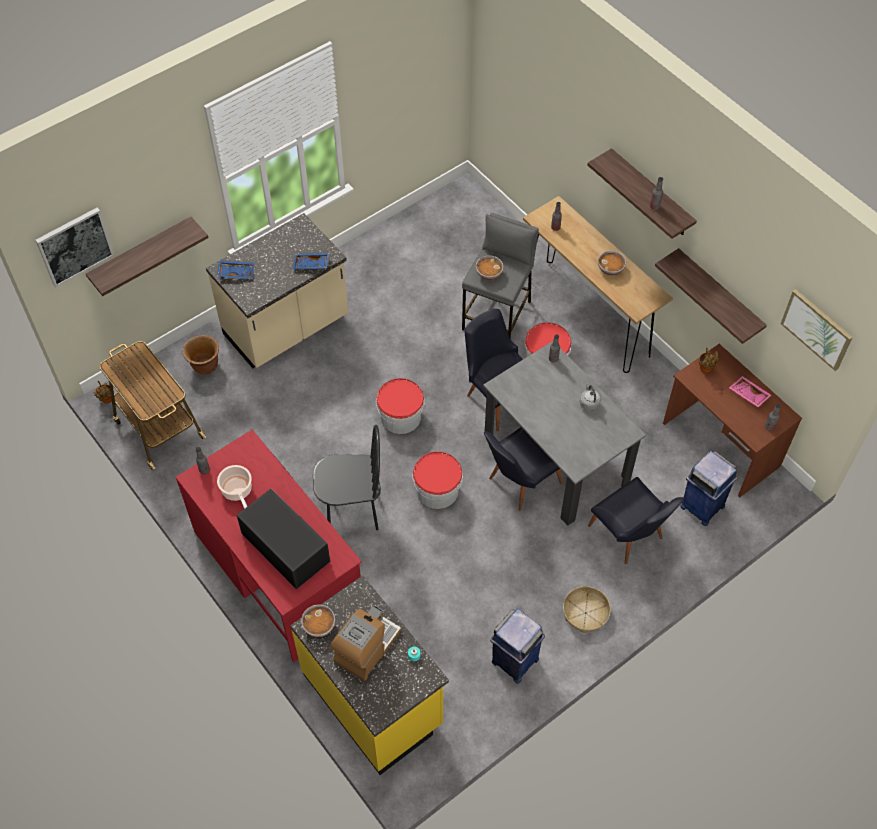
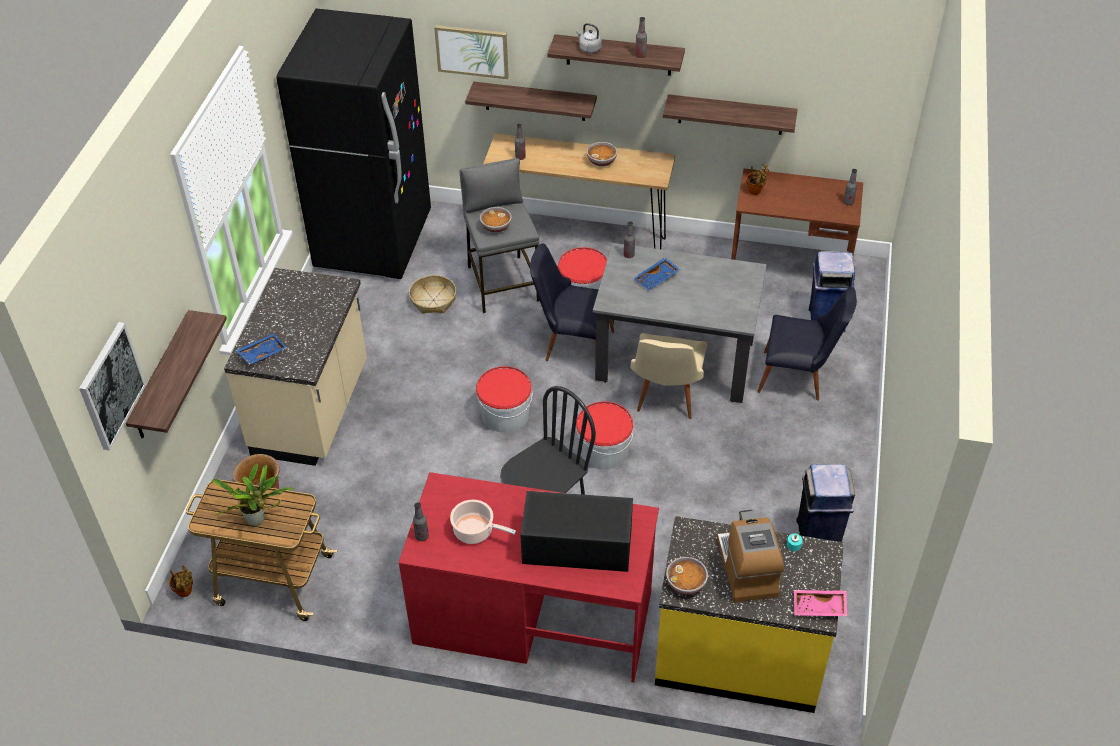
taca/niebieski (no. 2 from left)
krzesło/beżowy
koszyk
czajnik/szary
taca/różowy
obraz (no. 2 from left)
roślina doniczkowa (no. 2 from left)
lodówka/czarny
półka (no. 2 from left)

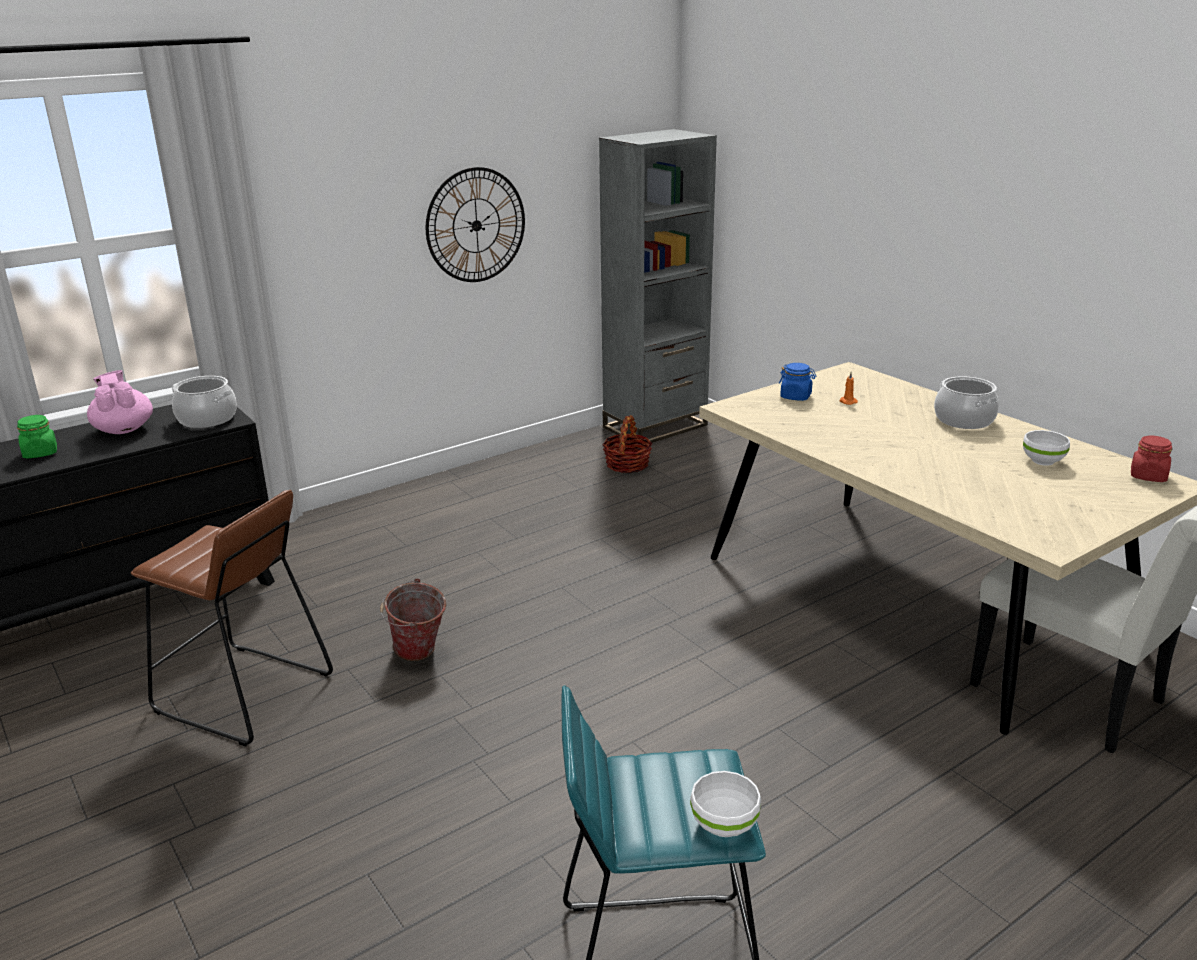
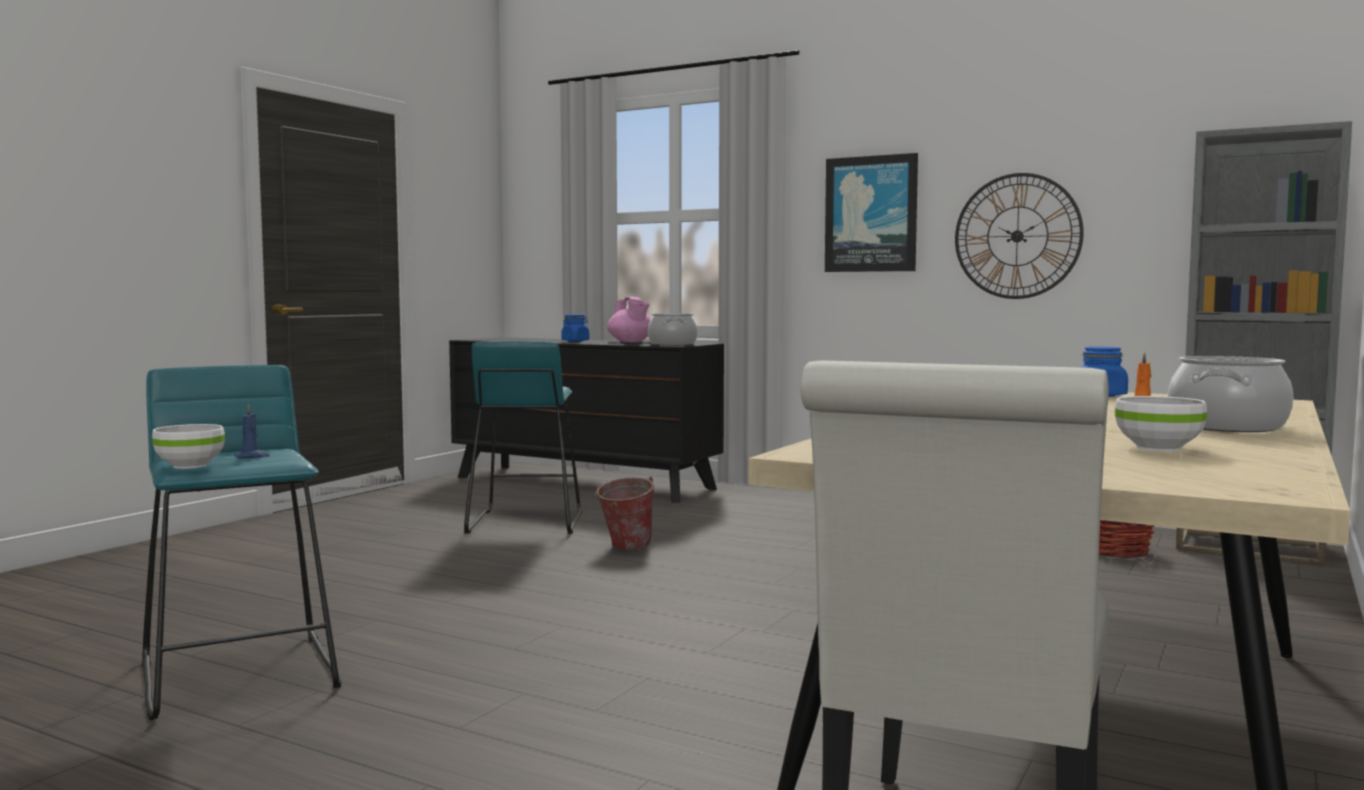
słoik/niebieski (no. 1 from left)
imbryk/różowy
stołek/turkusowy (no. 2 from left)
słoik/czerwony
świeca/niebieski
obraz

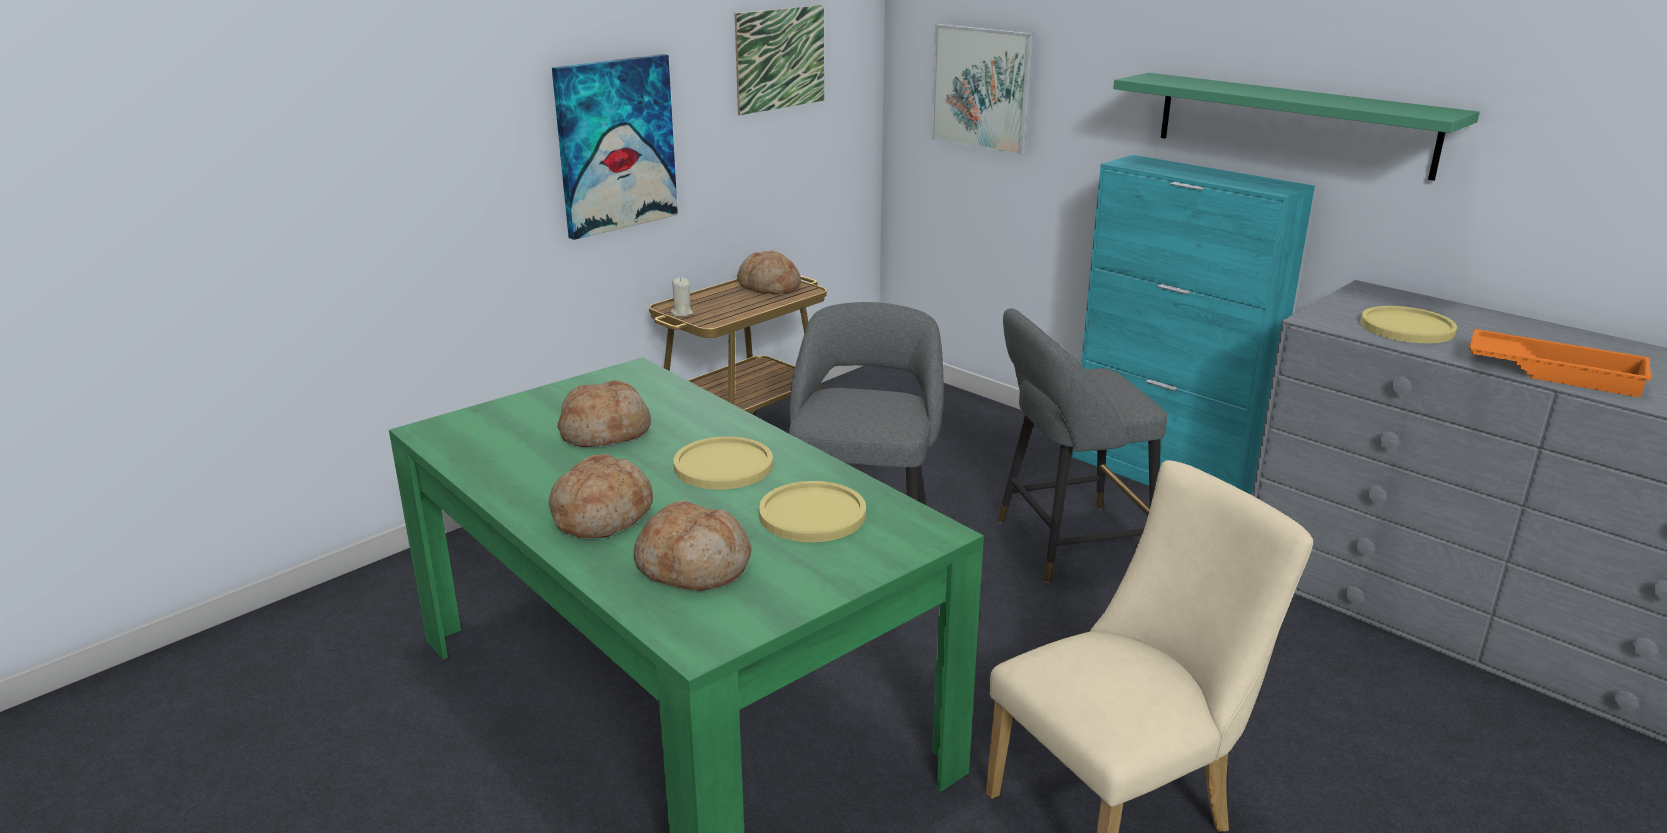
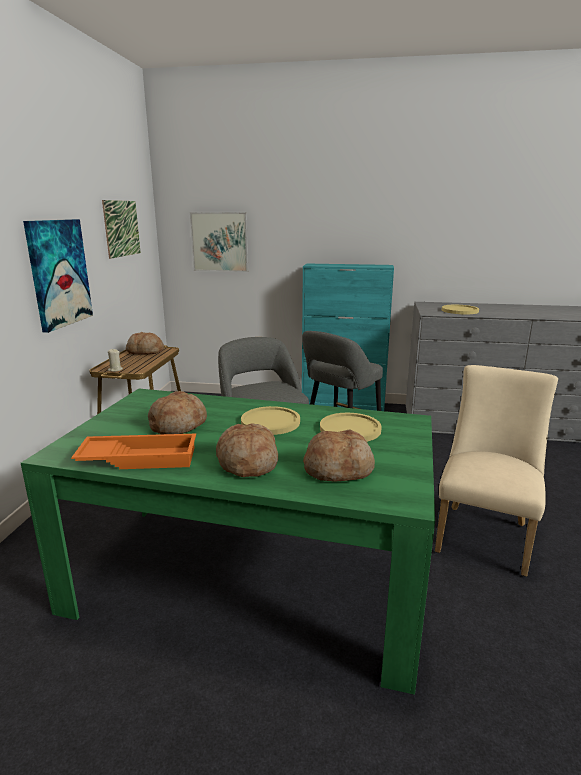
półka/zielony
taca/pomarańczowy

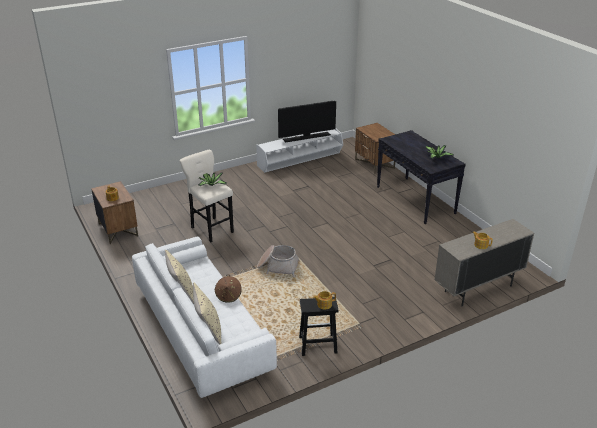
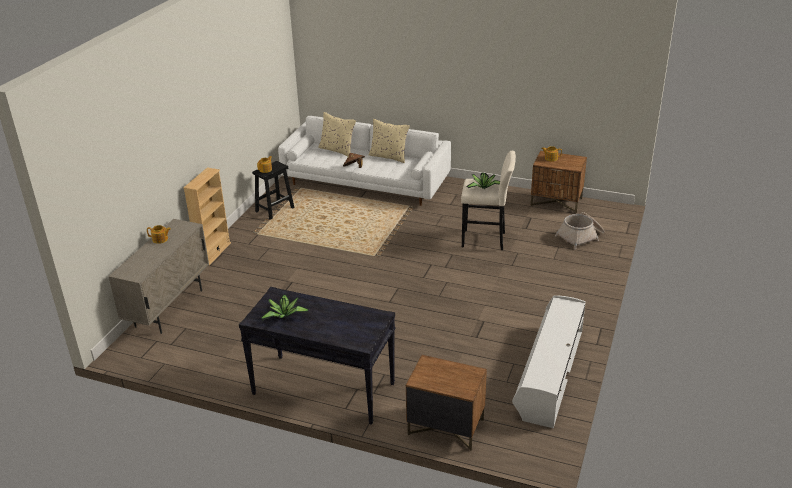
koszyk
telewizor
regał/beżowy

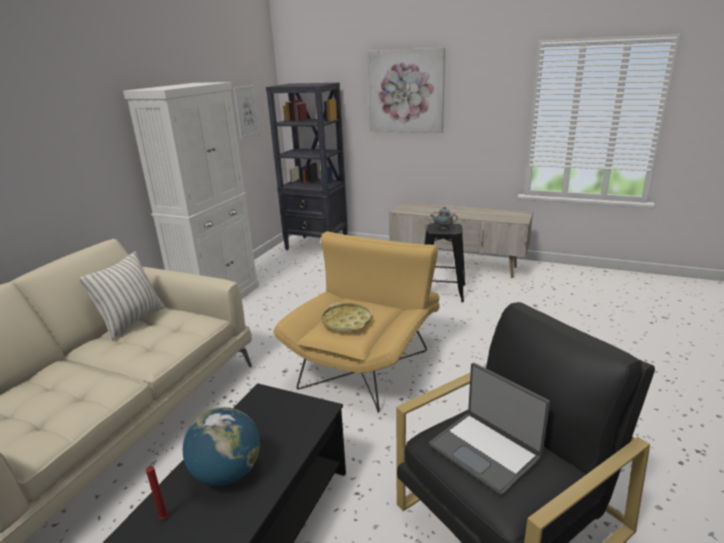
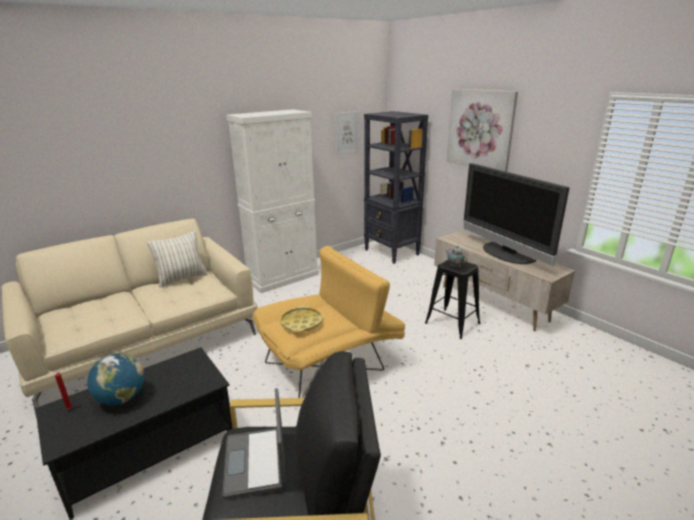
telewizor

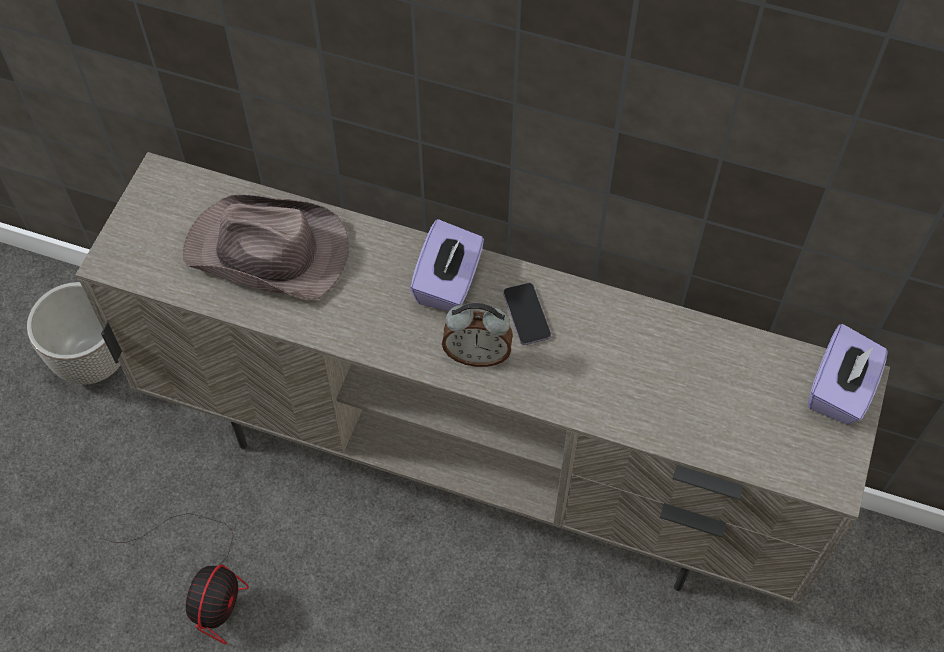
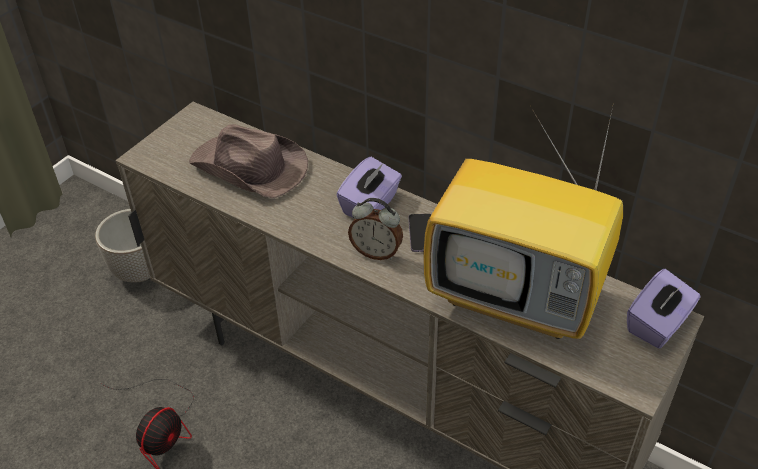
telewizor

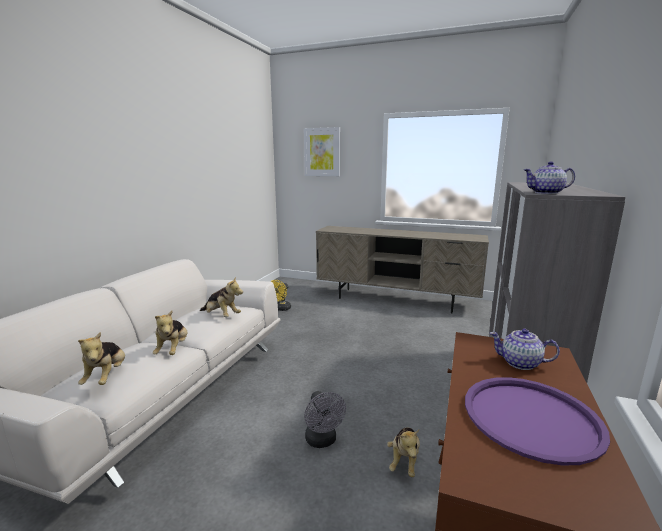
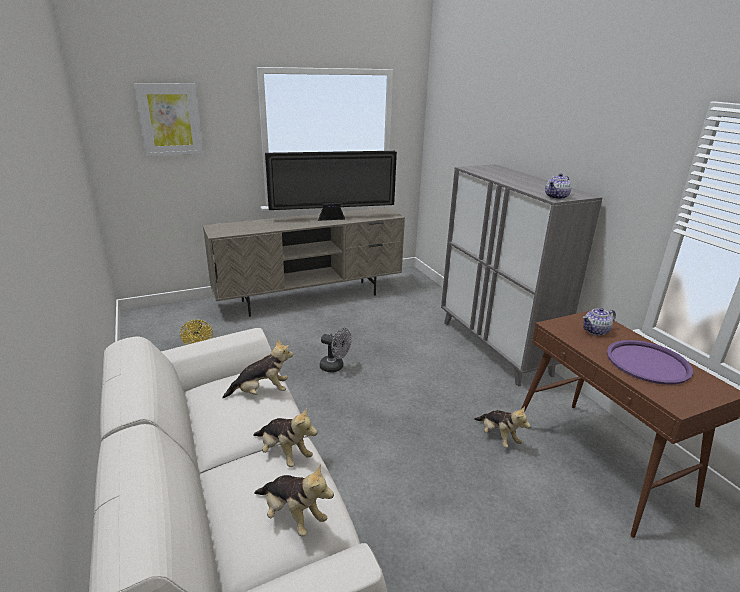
wentylator/szary
telewizor

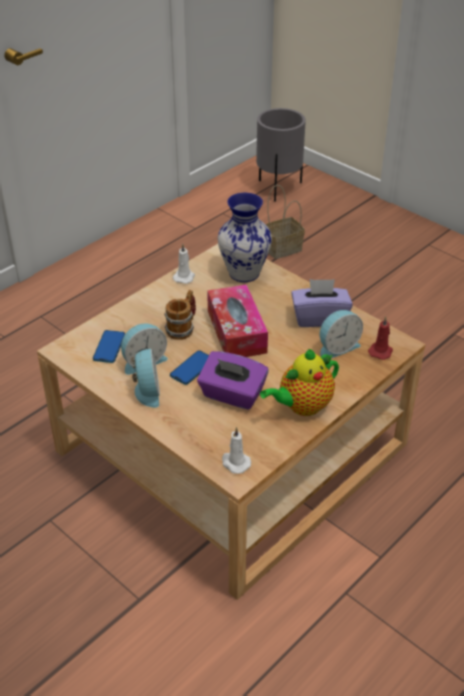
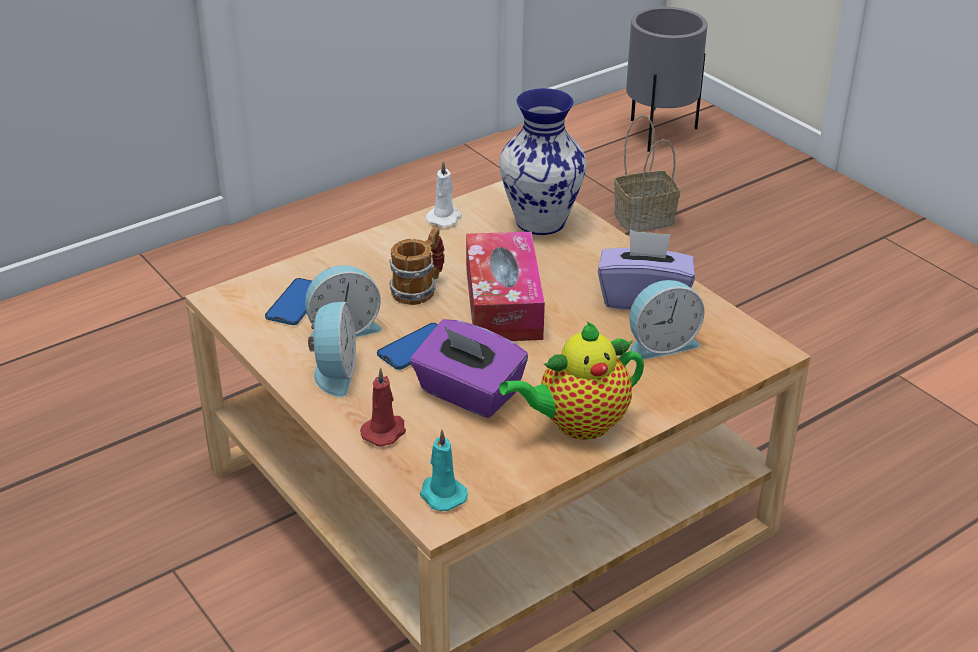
świeca/turkusowy
świeca/czerwony

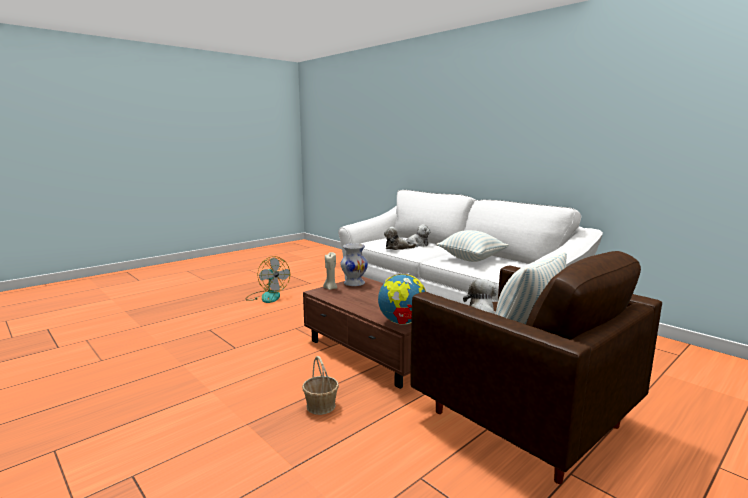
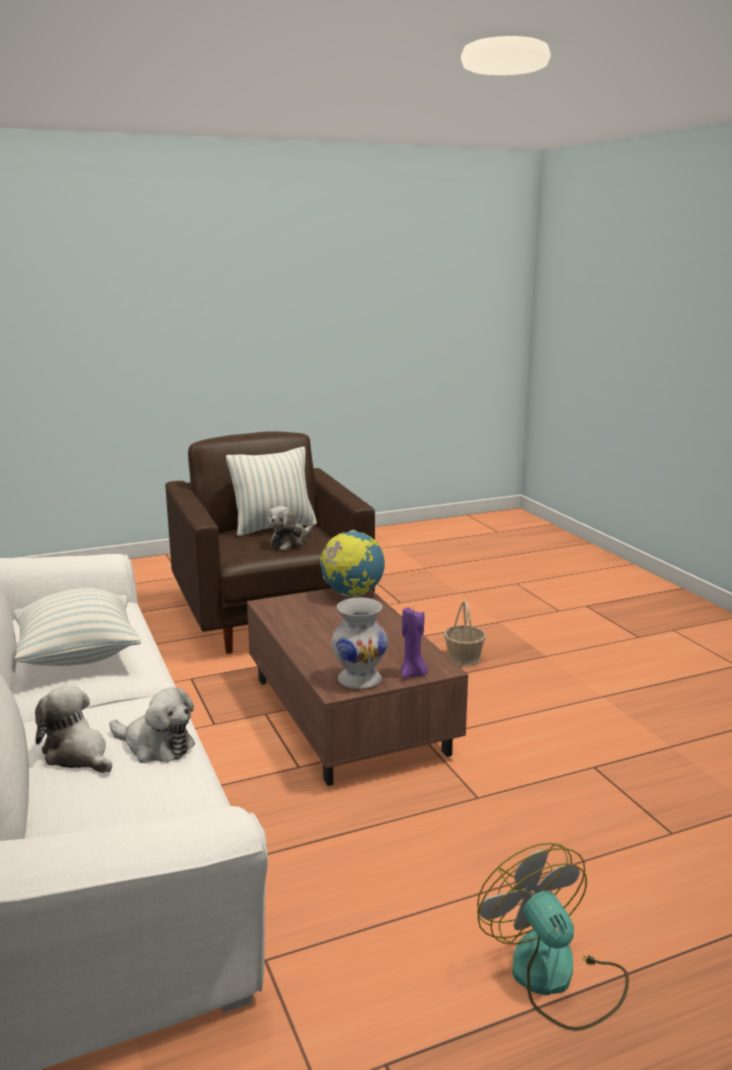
świeca/fioletowy

